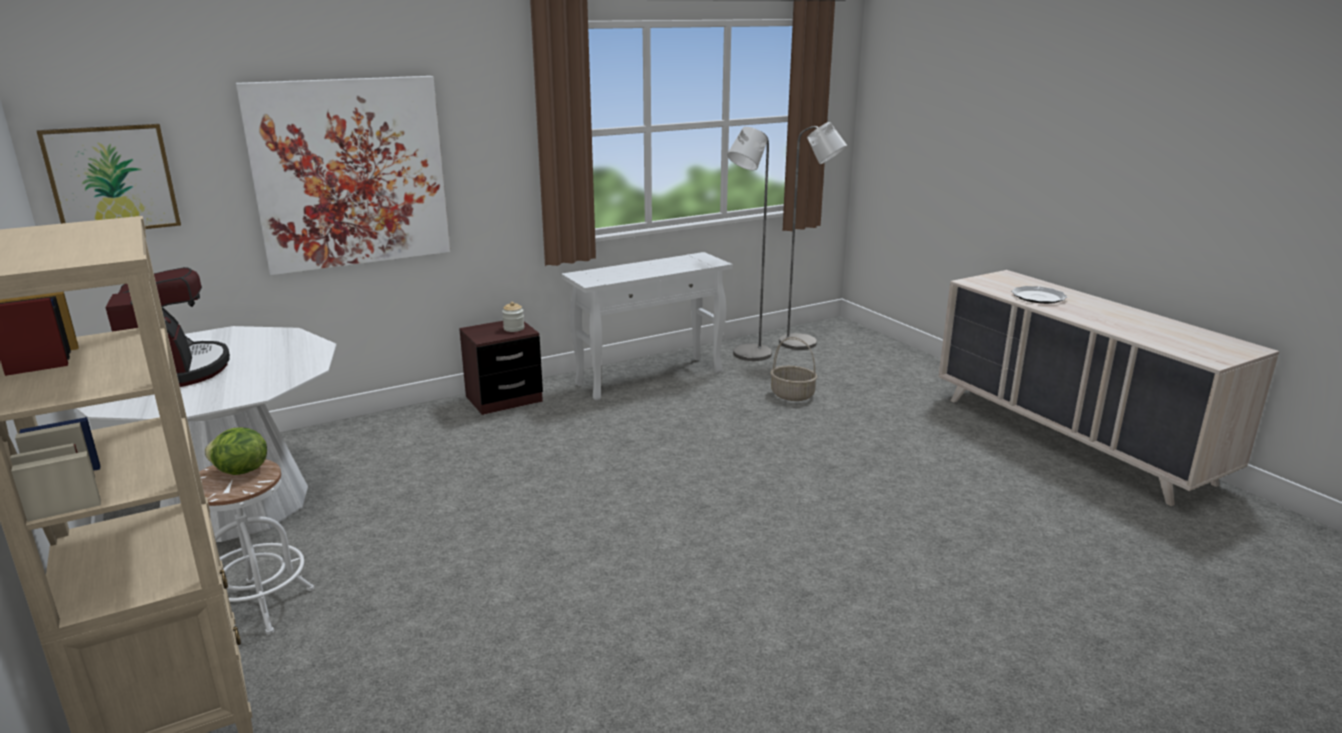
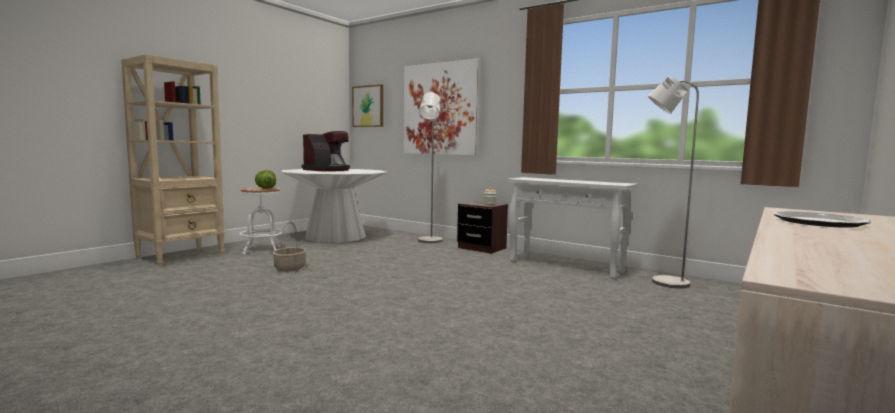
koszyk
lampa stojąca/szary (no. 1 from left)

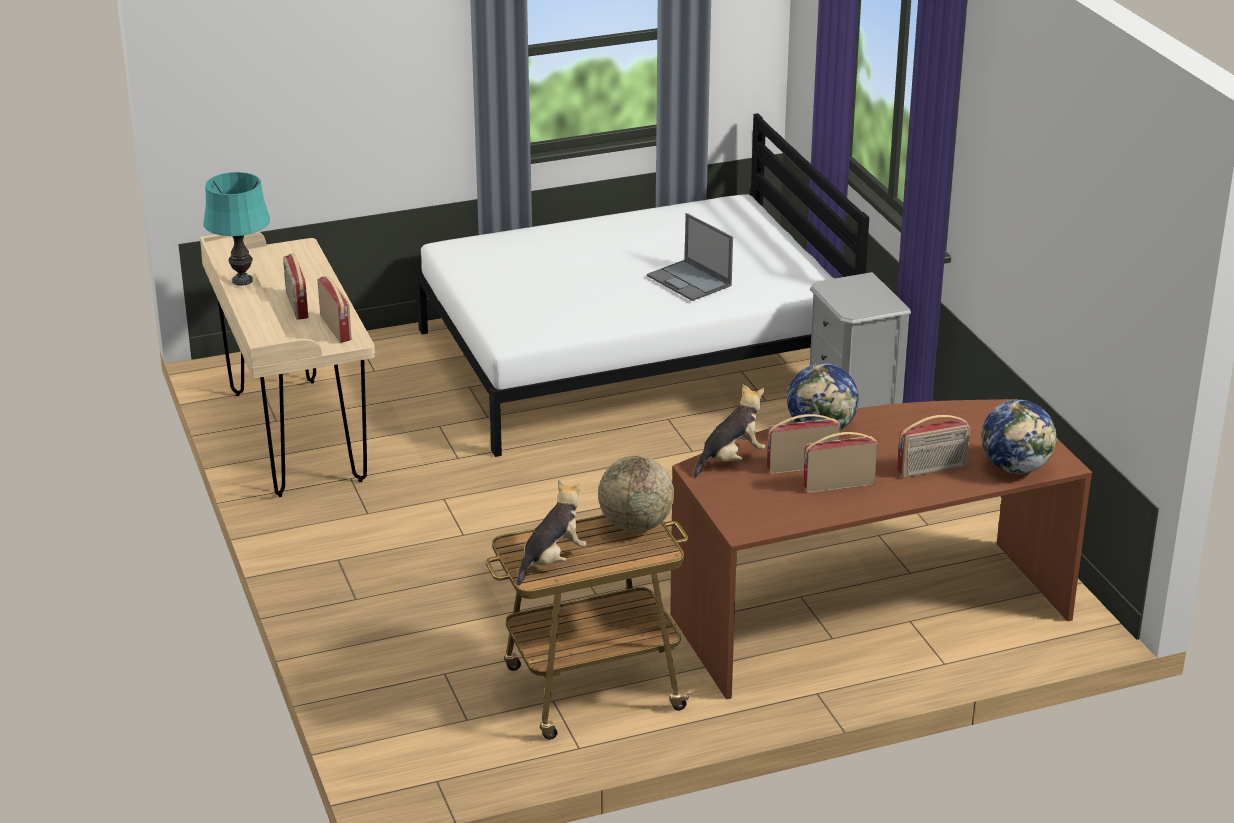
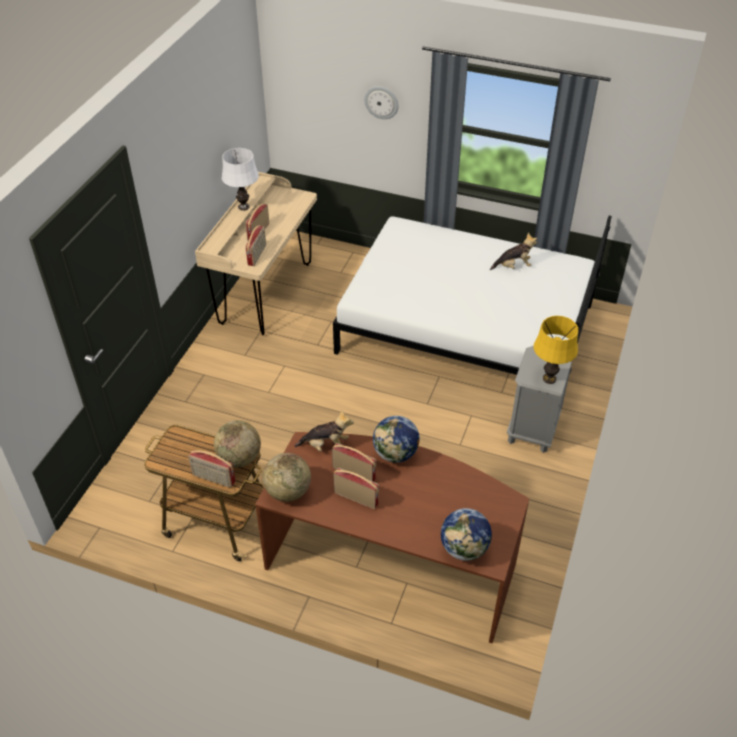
lampa stołowa/biały
pluszak (no. 2 from left)
laptop
radio (no. 1 from left)
globus (no. 2 from left)
zegar ścienny
lampa stołowa/żółty

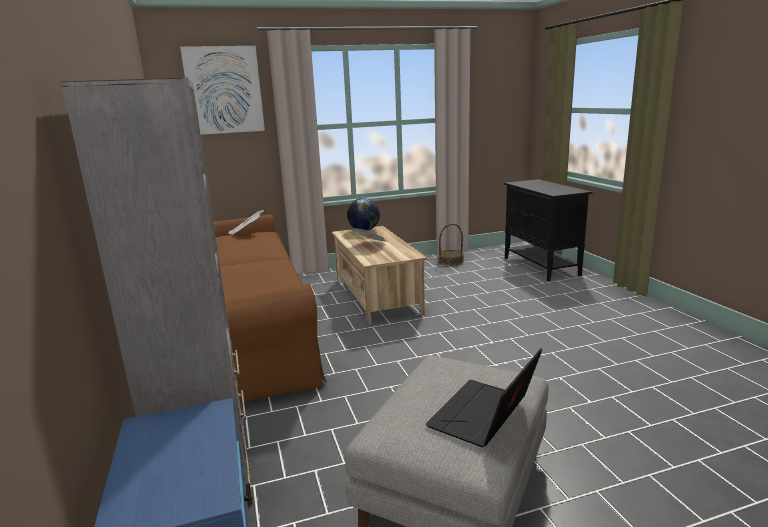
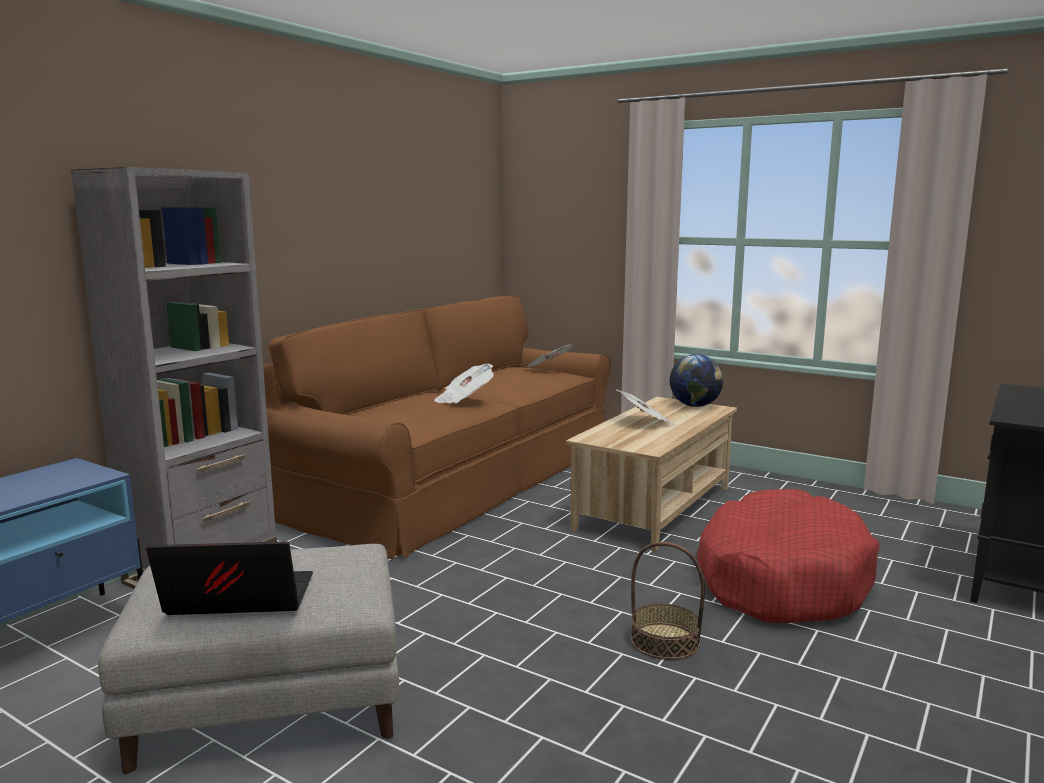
obraz
koszyk
gazeta (no. 1 from left)
legowisko/czerwony

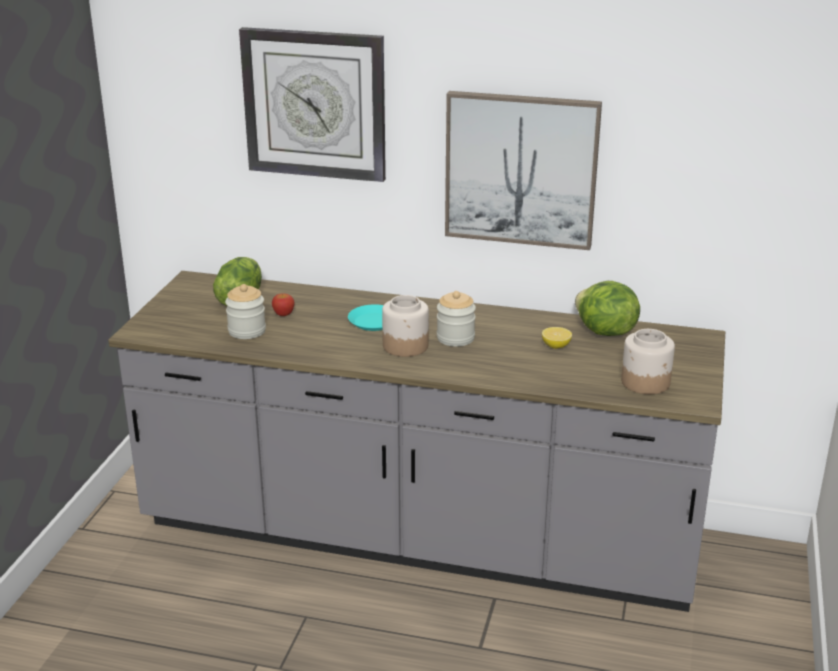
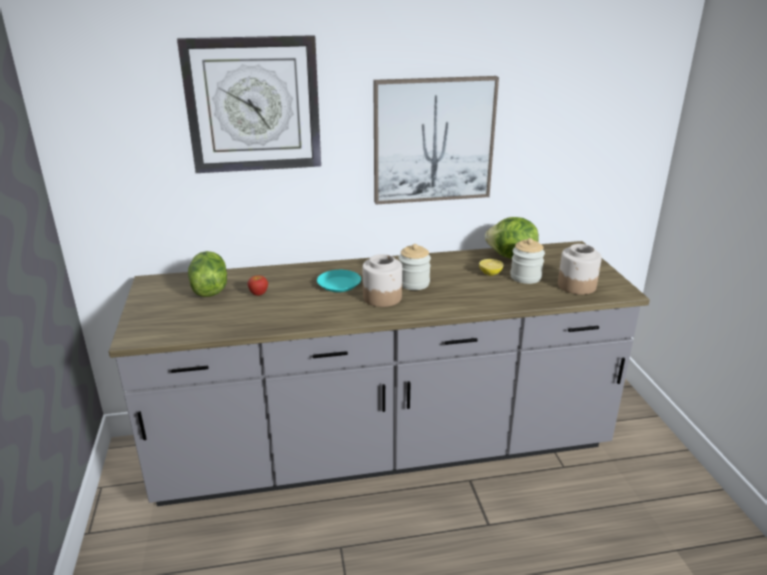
słoik (no. 3 from left)

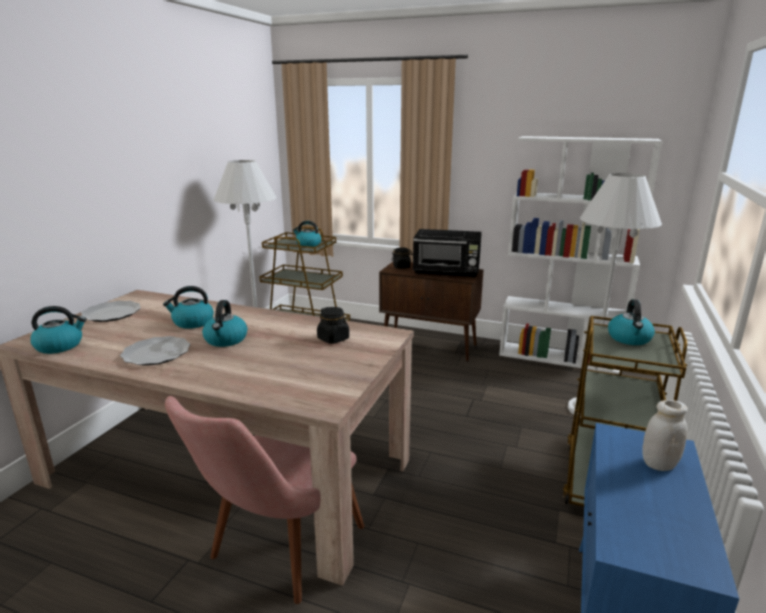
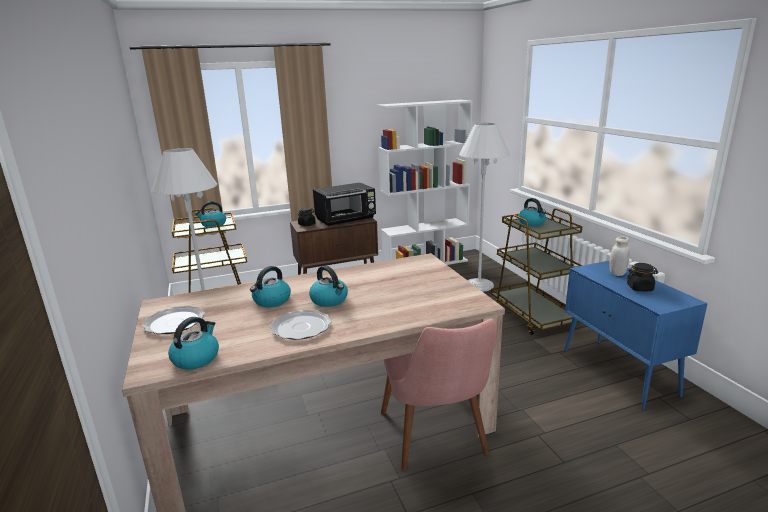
słoik/czarny (no. 2 from left)

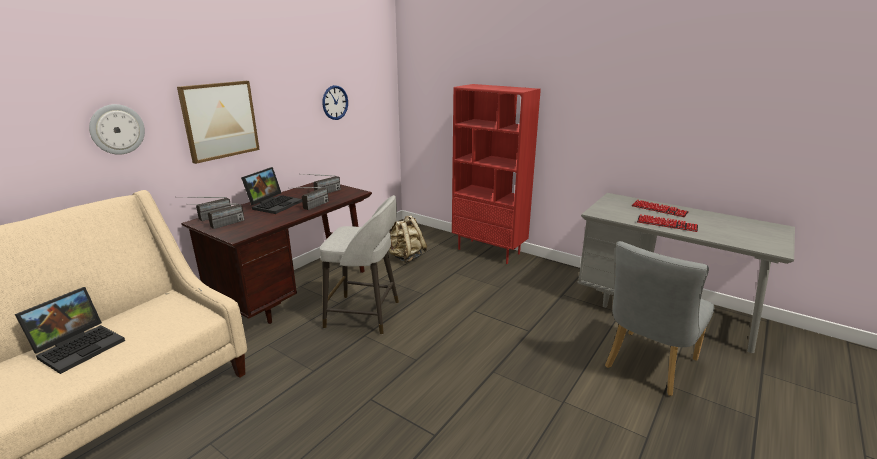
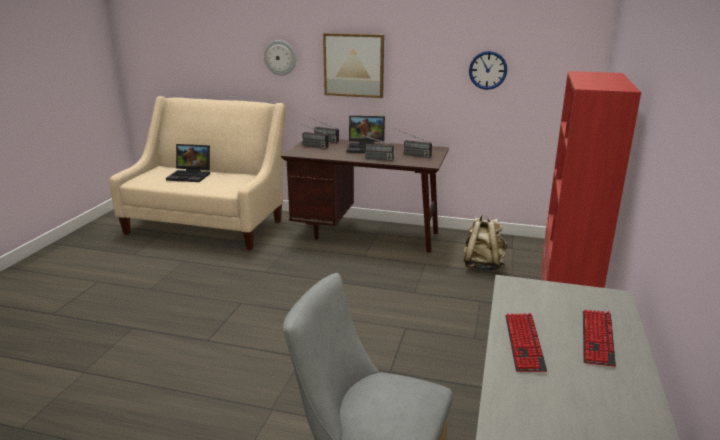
stołek/szary

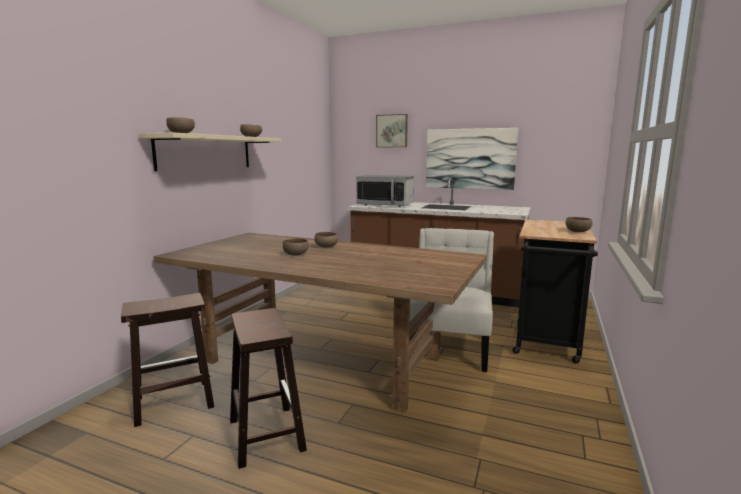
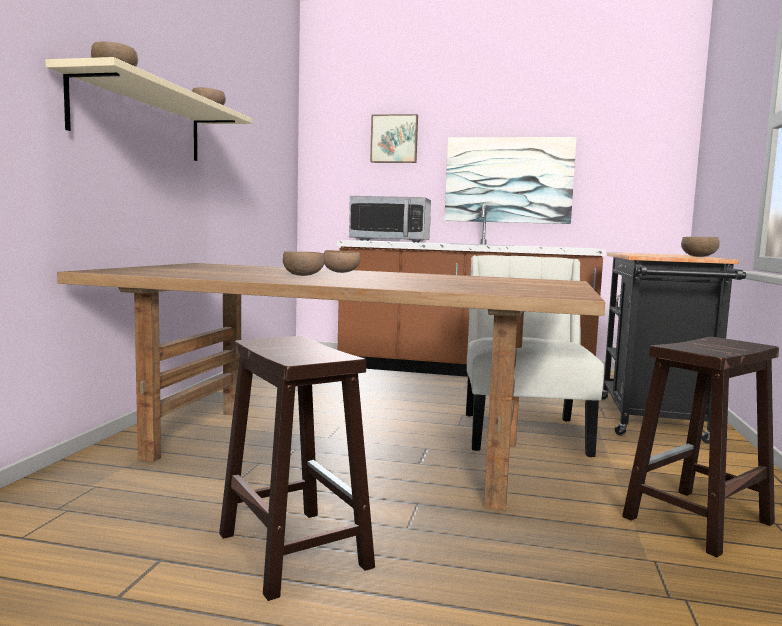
stołek/brązowy (no. 2 from left)

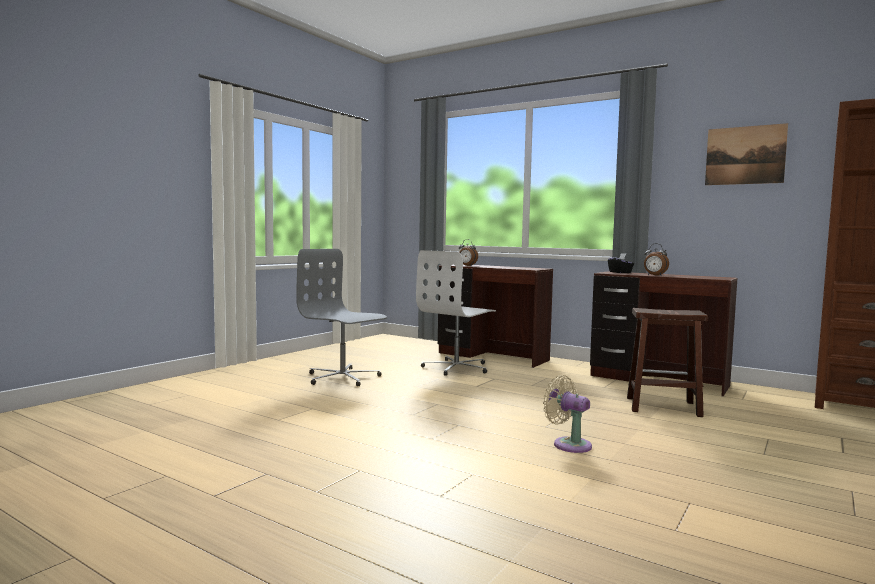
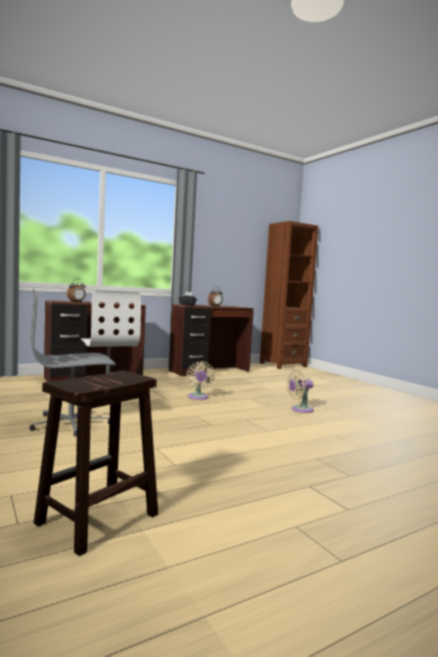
stołek/brązowy
obraz
wentylator/beżowy (no. 1 from left)

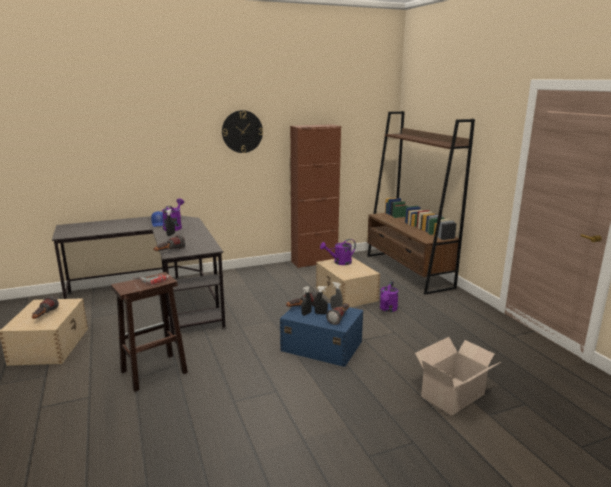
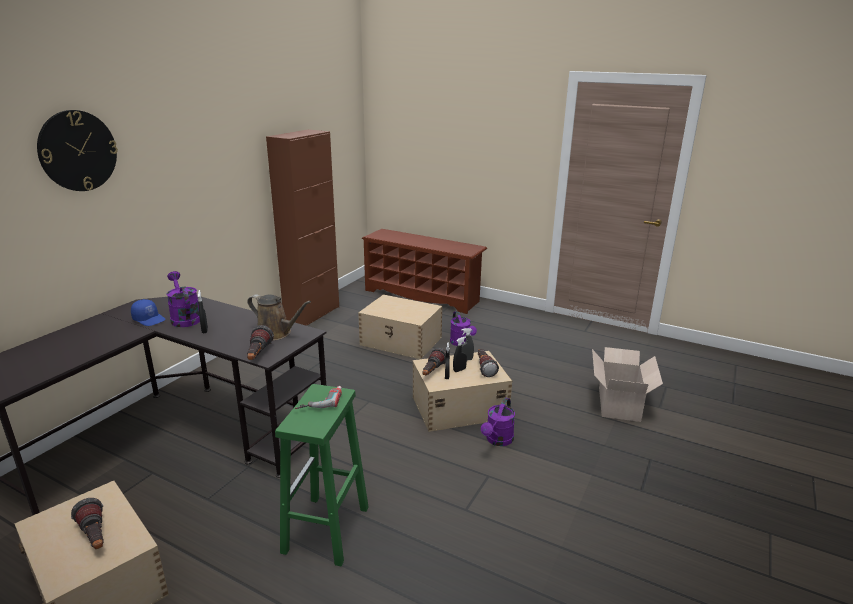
stołek/zielony
zegar ścienny
pojemnik do przechowywania/beżowy (no. 3 from left)
konewka/fioletowy (no. 3 from left)
regał na buty/brązowy
konewka/brązowy

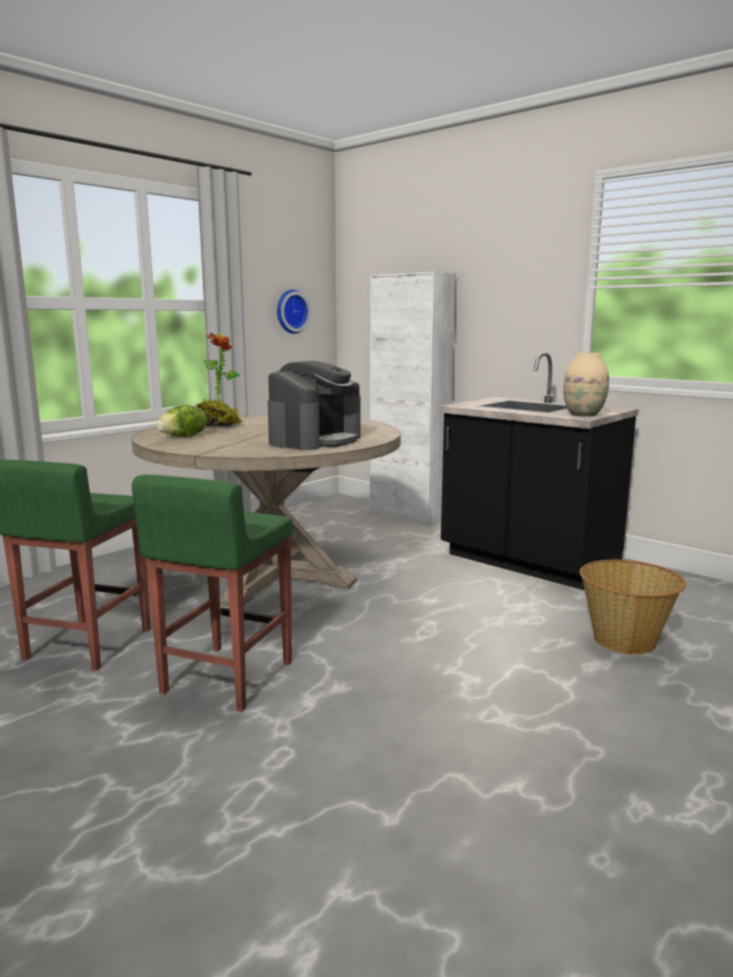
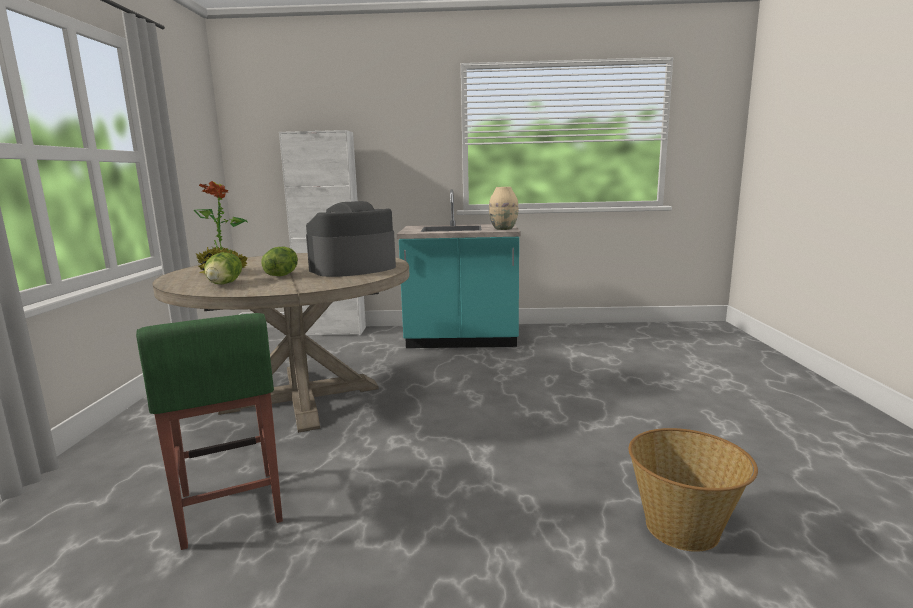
stołek/zielony (no. 2 from left in the first image)
ekspres do kawy
zegar ścienny
zabudowa kuchenna/turkusowy
koszyk
sałata (no. 2 from left)

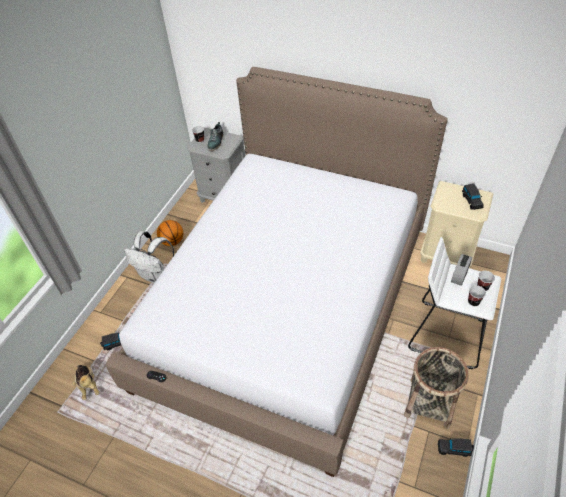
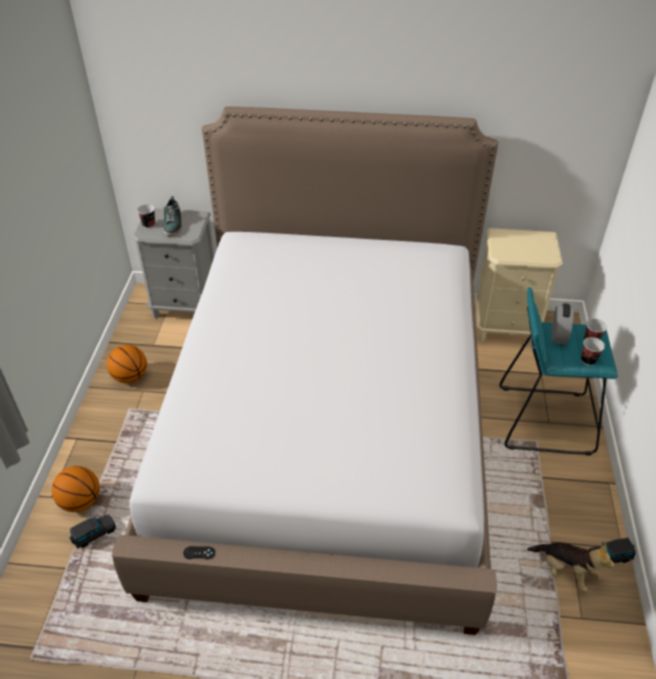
pluszak
plecak/biały
koszyk
stołek/turkusowy
samochodzik/czarny (no. 3 from left in the first image)
piłka do koszykówki (no. 1 from left)

